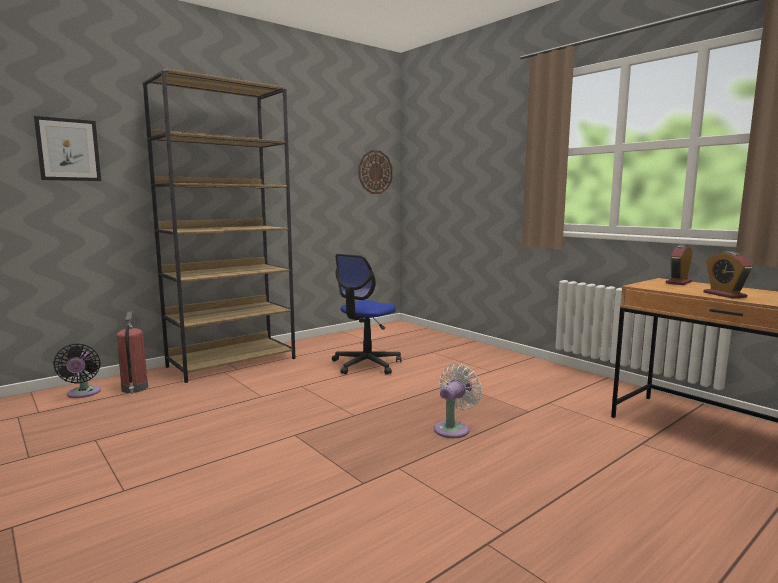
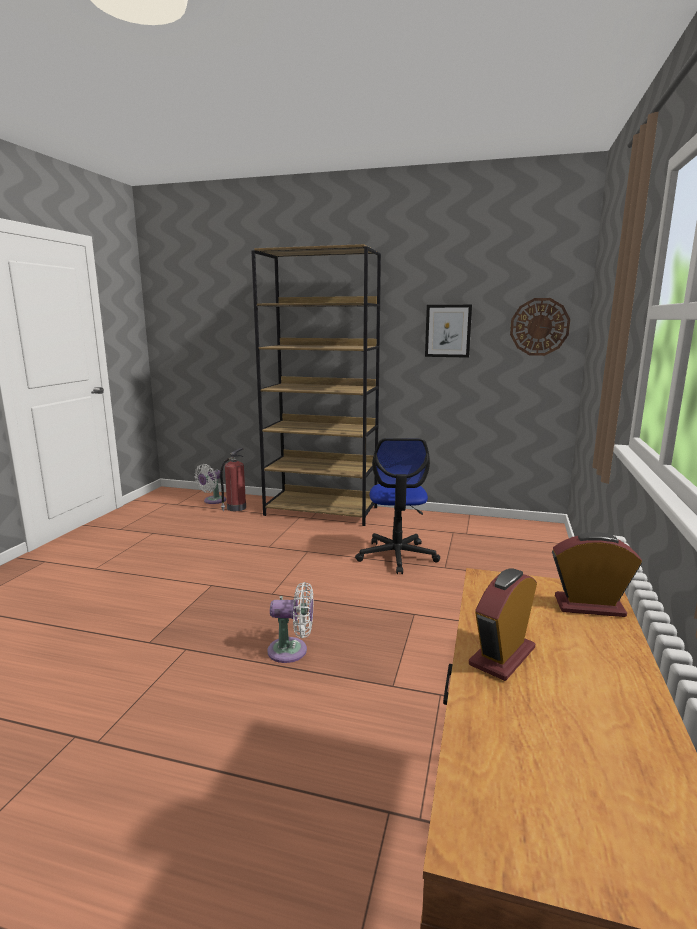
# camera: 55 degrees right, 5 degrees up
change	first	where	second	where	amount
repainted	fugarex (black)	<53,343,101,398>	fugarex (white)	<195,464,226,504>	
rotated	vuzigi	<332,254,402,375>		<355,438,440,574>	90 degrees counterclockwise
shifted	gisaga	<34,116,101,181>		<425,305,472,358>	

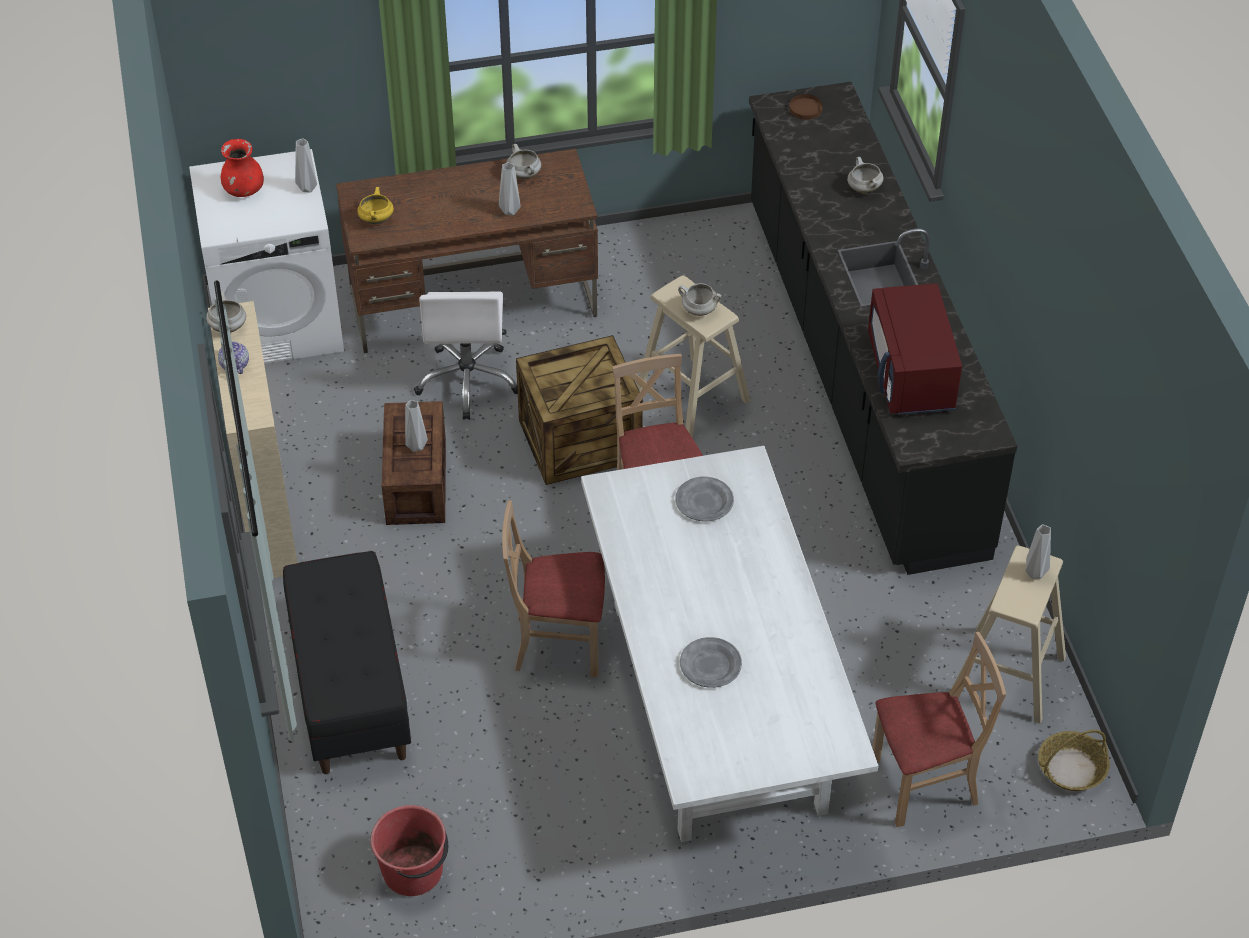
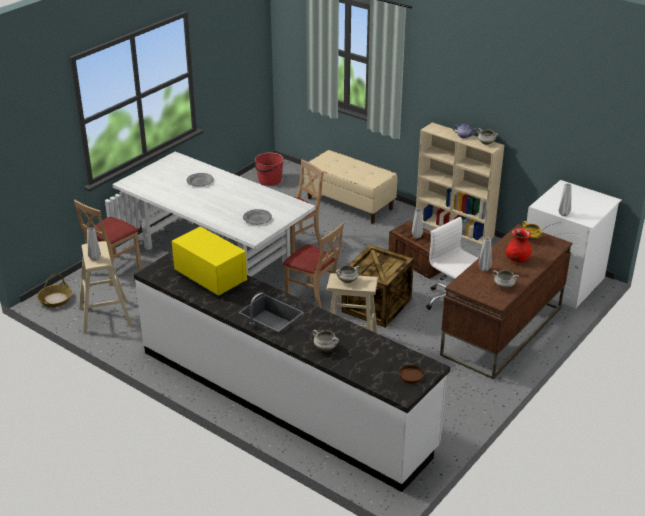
# camera: 140 degrees right, 15 degrees down
change	first	where	second	where	amount
repainted	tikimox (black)	<749,82,1017,575>	tikimox (white)	<134,251,450,492>	
repainted	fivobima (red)	<868,283,962,415>	fivobima (yellow)	<172,226,247,297>	
repainted	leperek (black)	<283,551,411,774>	leperek (beige)	<304,150,398,224>	
shifted	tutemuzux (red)	<221,139,264,197>		<506,228,531,262>	

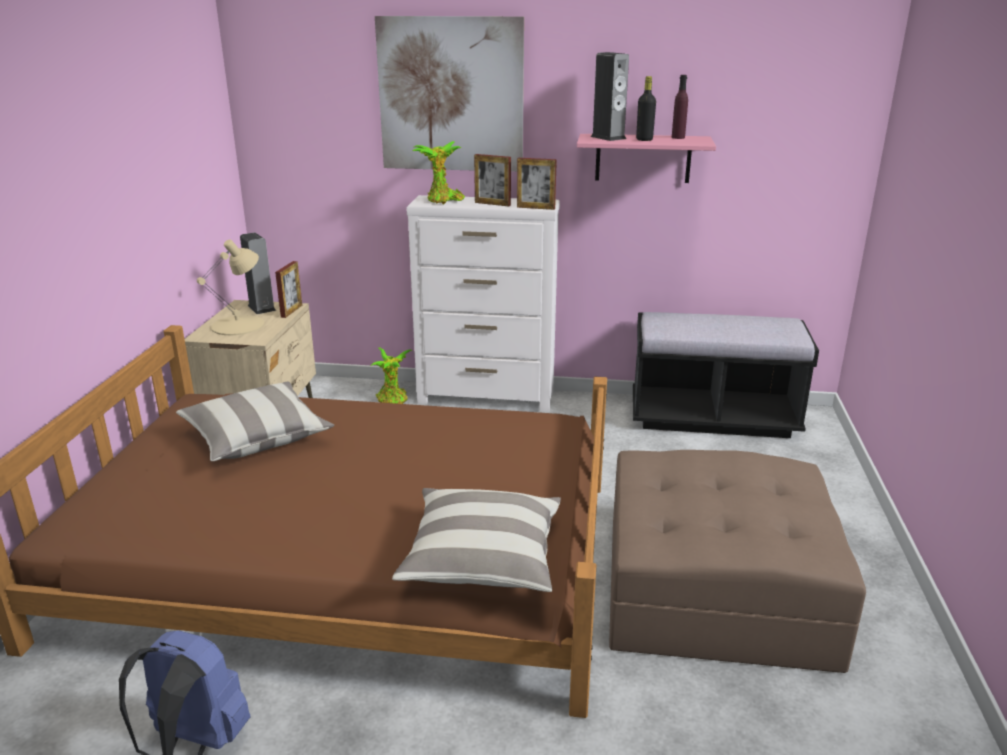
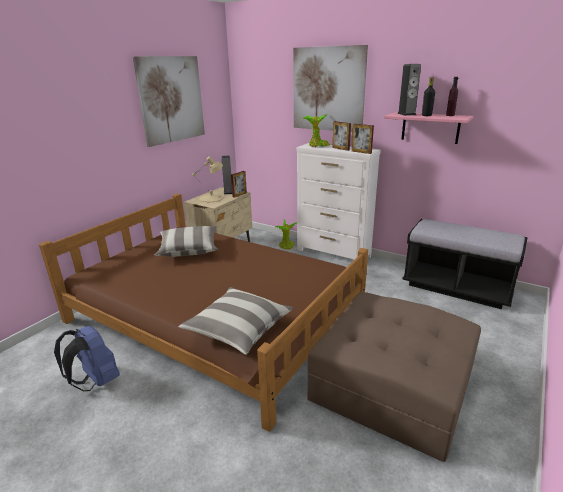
# camera: 25 degrees right, 0 degrees up
change	first	where	second	where	amount
new			gisaga	<133,56,205,147>	

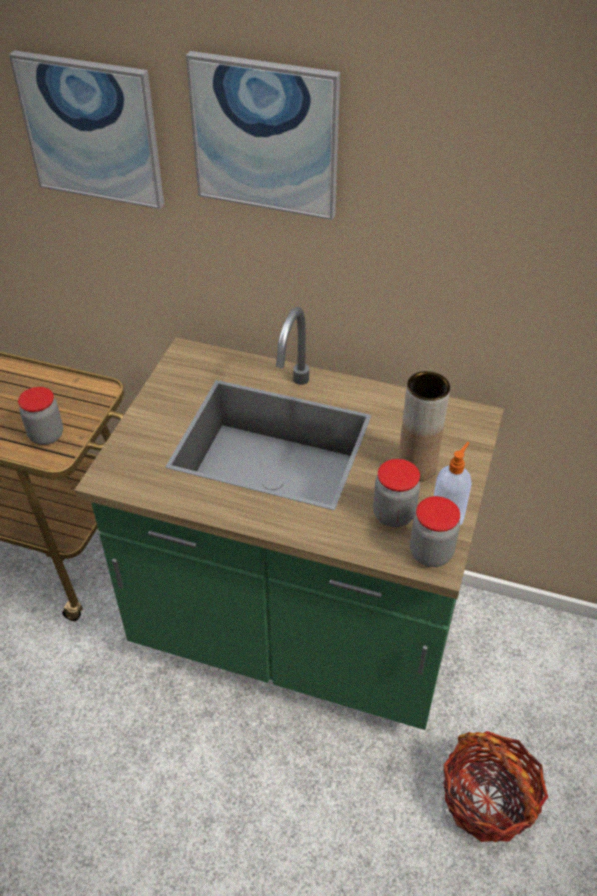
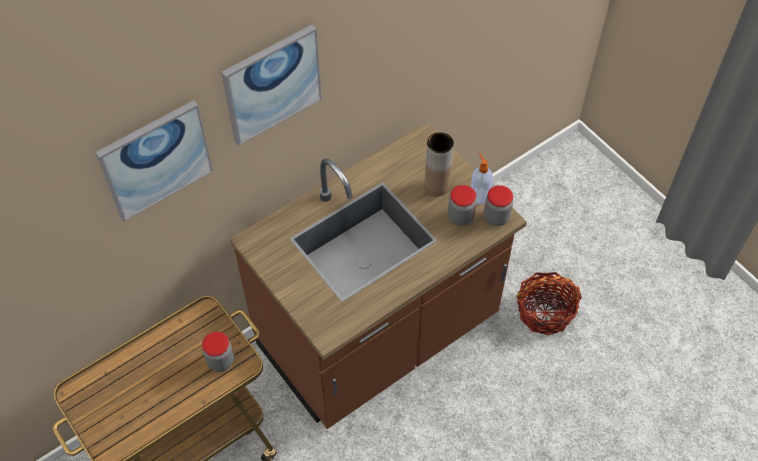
# camera: 55 degrees left, 10 degrees up
change	first	where	second	where	amount
repainted	tikimox (green)	<75,307,504,730>	tikimox (brown)	<230,122,527,429>	

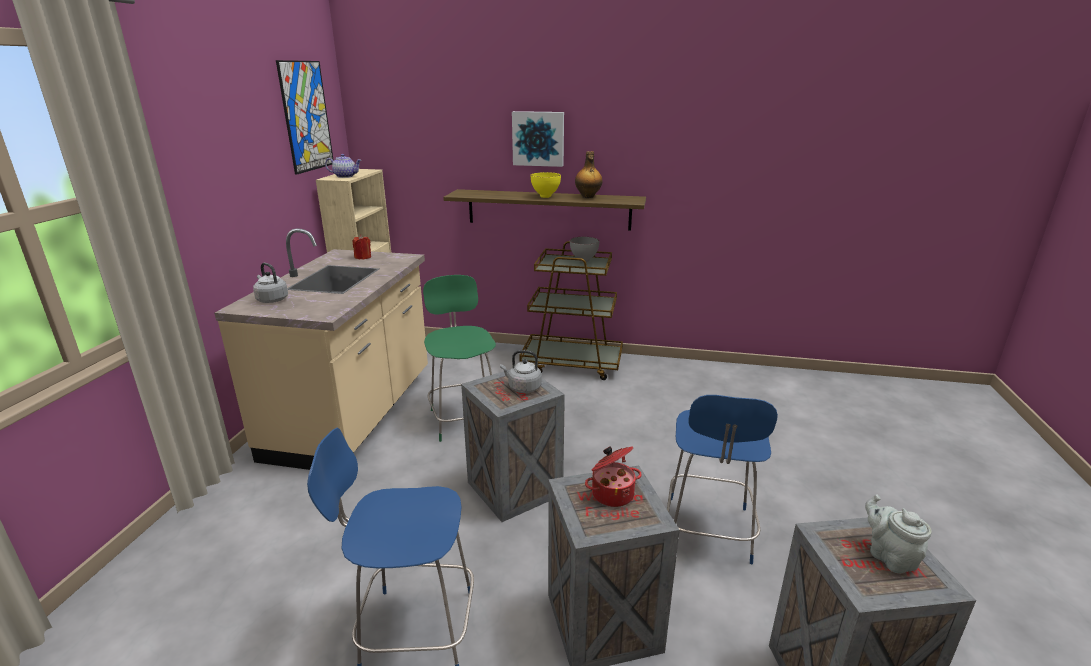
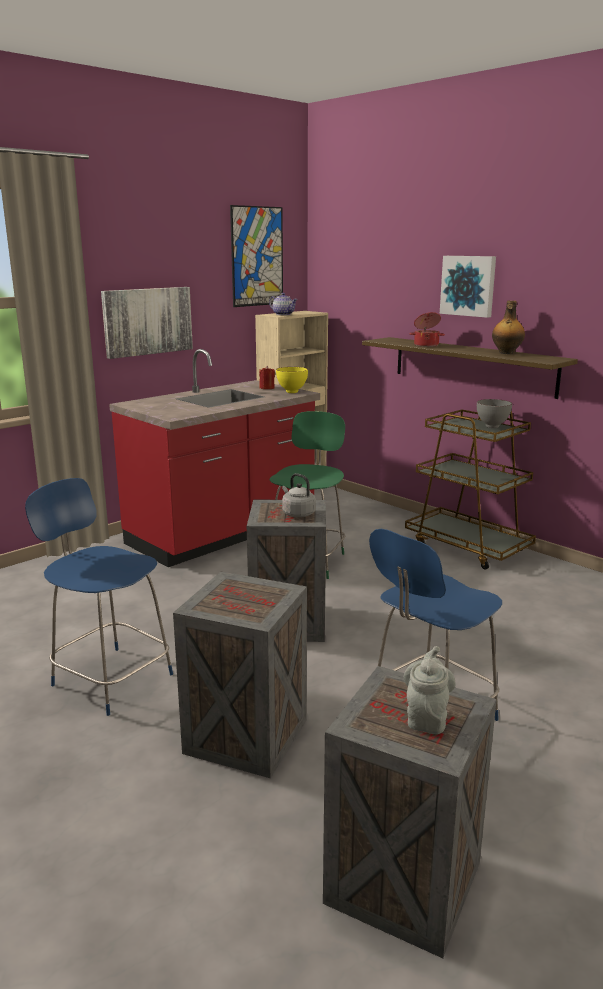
# camera: 35 degrees right, 5 degrees down
change	first	where	second	where	amount
new			gisaga	<101,287,193,359>	
repainted	tikimox (beige)	<214,228,428,470>	tikimox (red)	<109,349,320,567>	
shifted	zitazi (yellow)	<531,172,561,198>		<276,367,308,393>	
shifted	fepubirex	<585,446,642,507>		<409,312,445,347>	
gone	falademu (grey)	<253,263,288,303>			

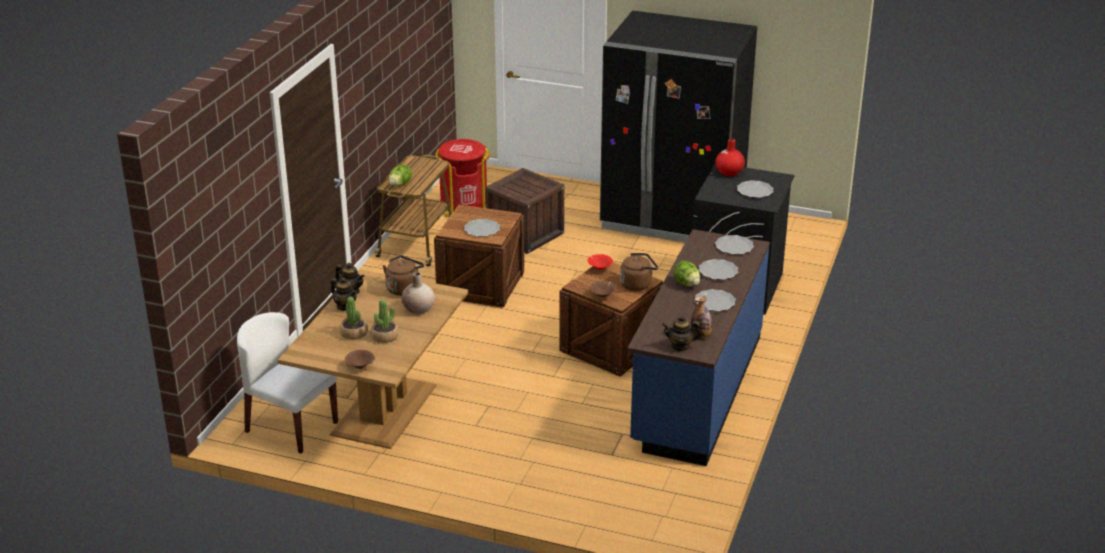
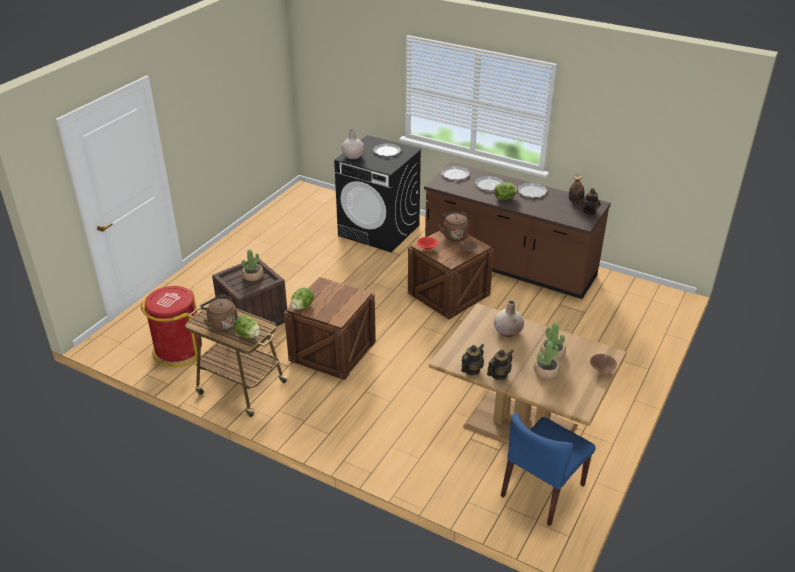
# camera: 80 degrees left, 5 degrees up
change	first	where	second	where	amount
shifted	falademu (brown)	<383,256,424,296>		<200,294,238,332>	
new			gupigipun	<242,250,263,281>	
new			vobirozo	<291,287,314,310>	
repainted	tutemuzux (red)	<715,138,745,176>	tutemuzux (beige)	<342,129,364,159>	
repainted	tikimox (blue)	<627,229,770,466>	tikimox (brown)	<424,162,611,299>	
repainted	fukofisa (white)	<237,312,338,454>	fukofisa (blue)	<501,413,595,526>	
gone	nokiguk	<464,219,500,237>			
gone	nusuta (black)	<600,11,757,242>			

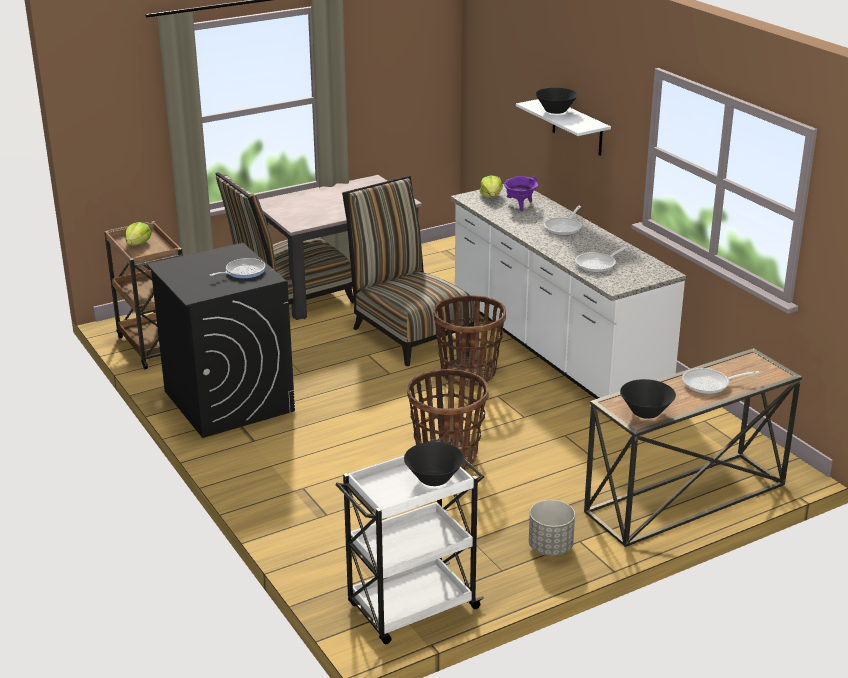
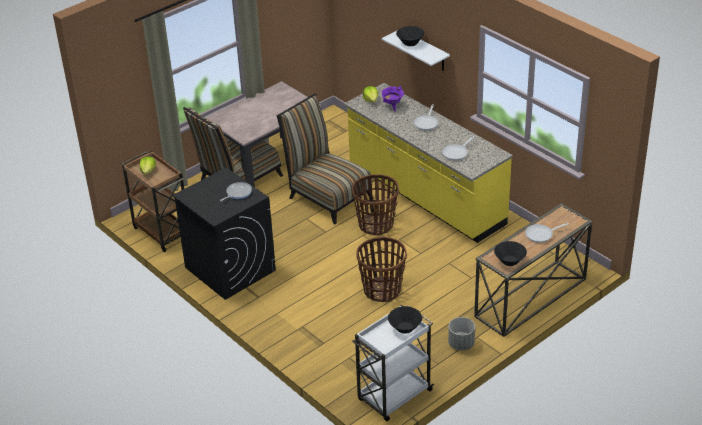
# camera: 10 degrees left, 10 degrees up
change	first	where	second	where	amount
repainted	tikimox (white)	<450,184,686,399>	tikimox (yellow)	<344,83,512,243>	

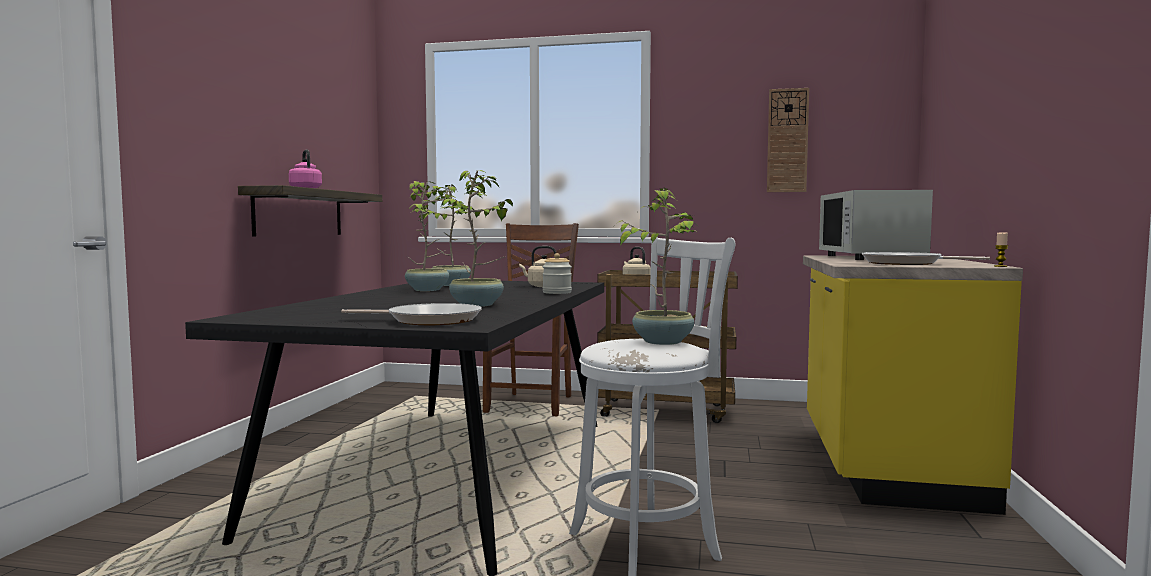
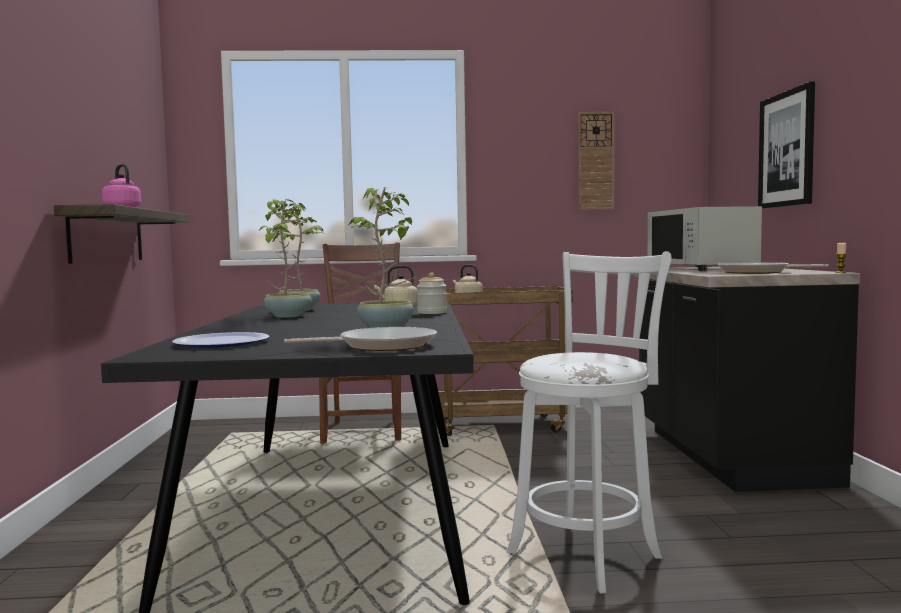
# camera: 15 degrees left, 0 degrees up
change	first	where	second	where	amount
new			nokiguk	<172,332,270,348>	
repainted	tikimox (yellow)	<803,255,1023,515>	tikimox (black)	<632,267,860,492>	
new			gisaga	<758,82,815,209>	
gone	gupigipun	<619,187,695,345>			

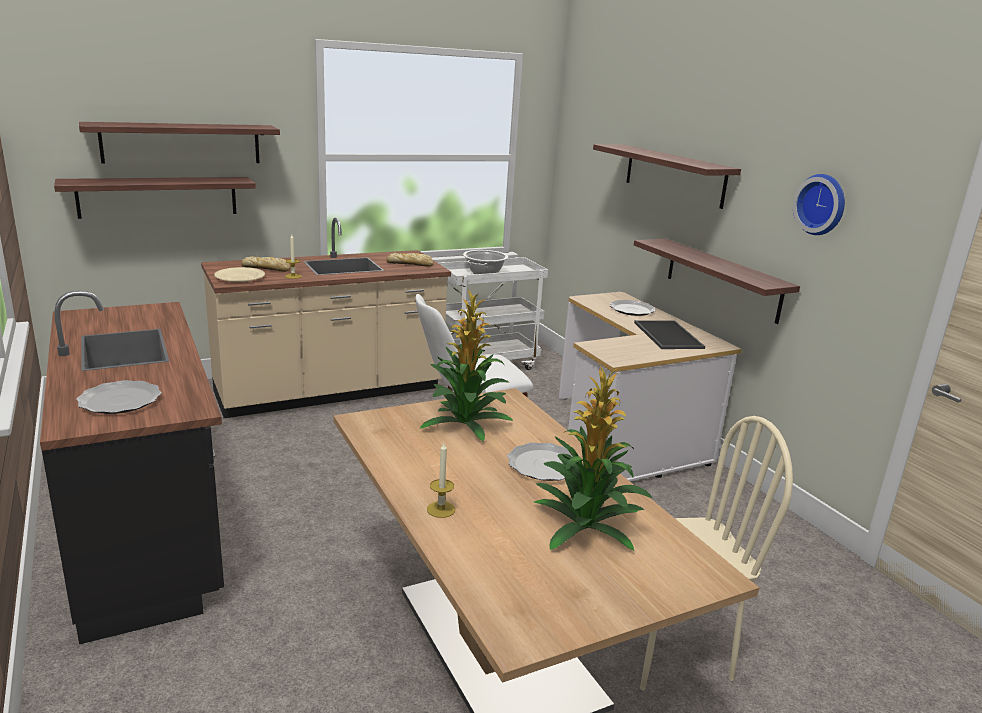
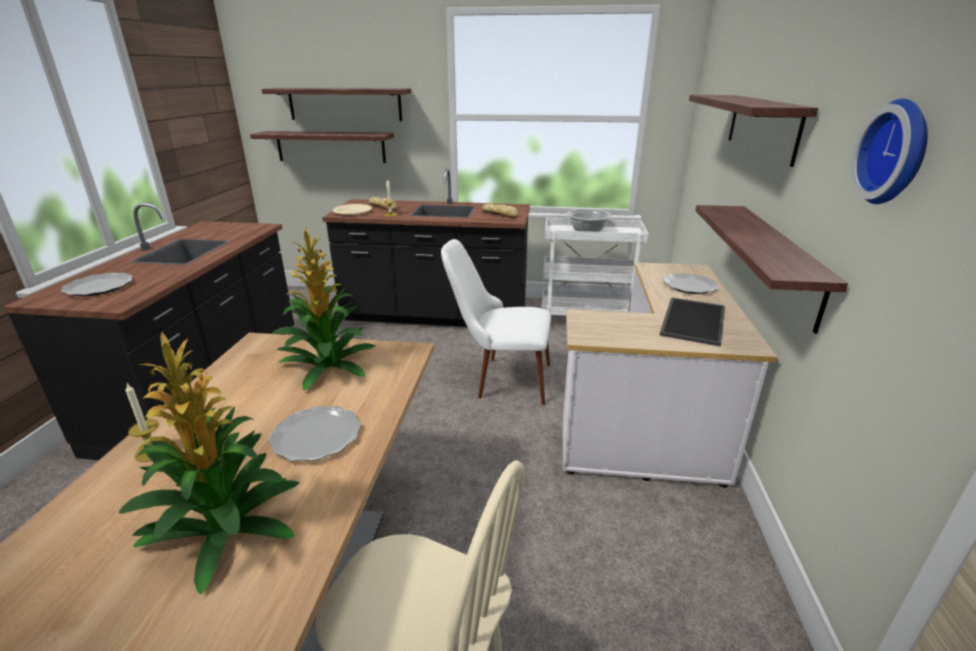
# camera: 35 degrees right, 5 degrees up
change	first	where	second	where	amount
repainted	tikimox (beige)	<201,218,451,418>	tikimox (black)	<322,169,530,327>	

